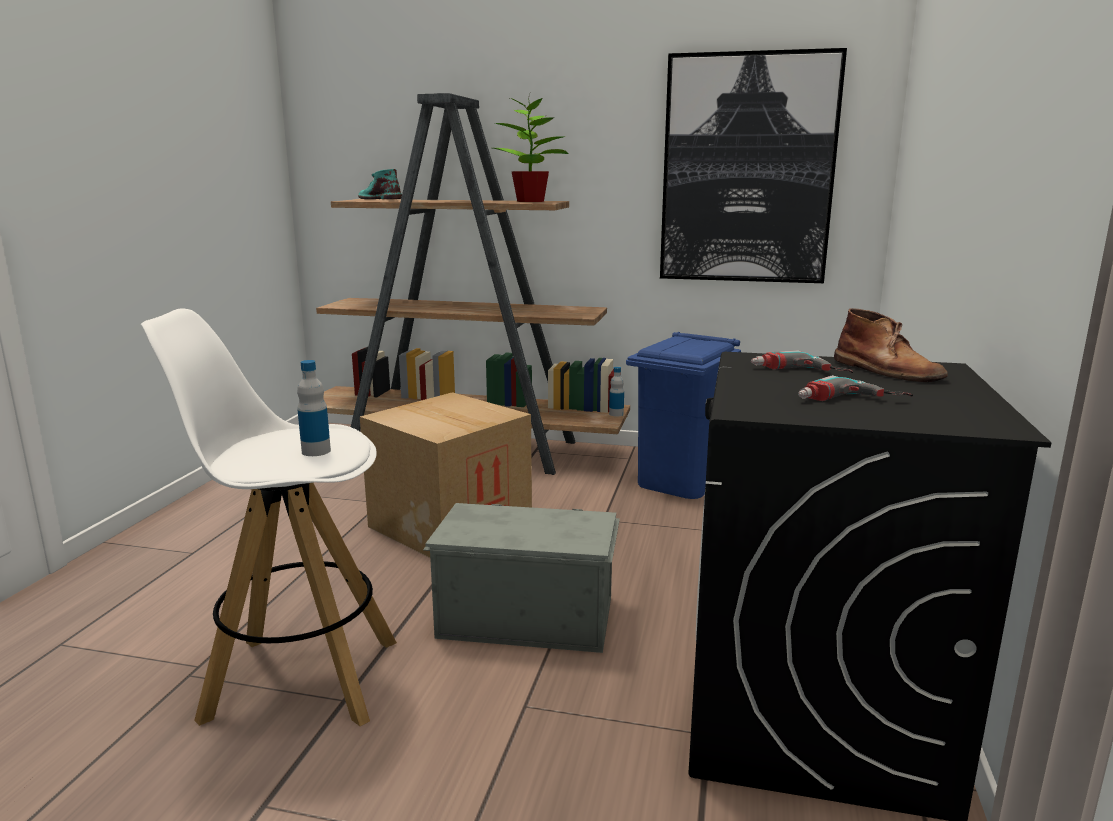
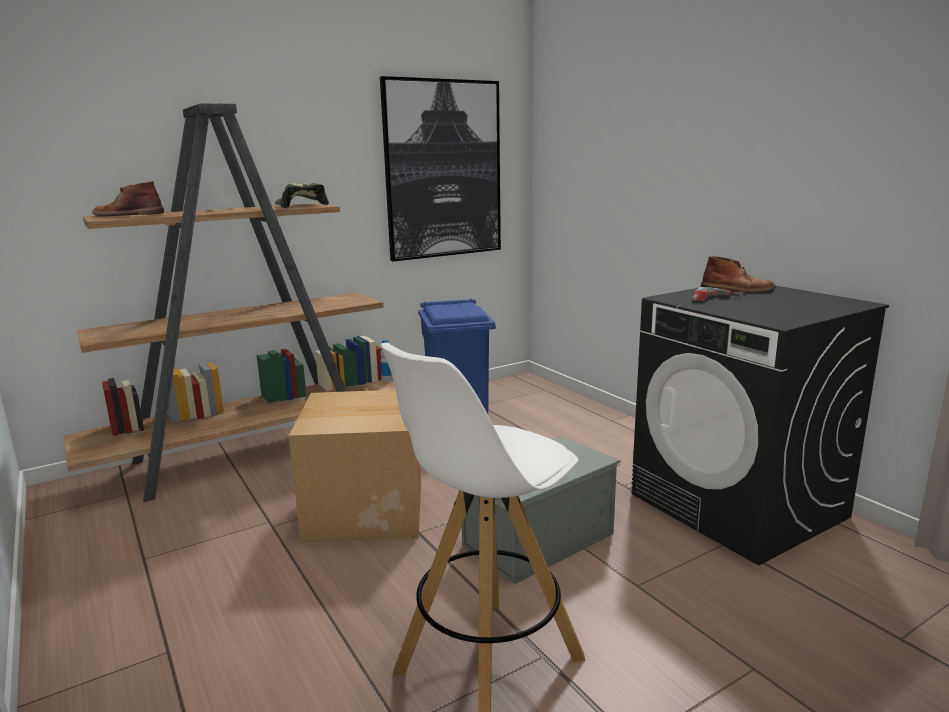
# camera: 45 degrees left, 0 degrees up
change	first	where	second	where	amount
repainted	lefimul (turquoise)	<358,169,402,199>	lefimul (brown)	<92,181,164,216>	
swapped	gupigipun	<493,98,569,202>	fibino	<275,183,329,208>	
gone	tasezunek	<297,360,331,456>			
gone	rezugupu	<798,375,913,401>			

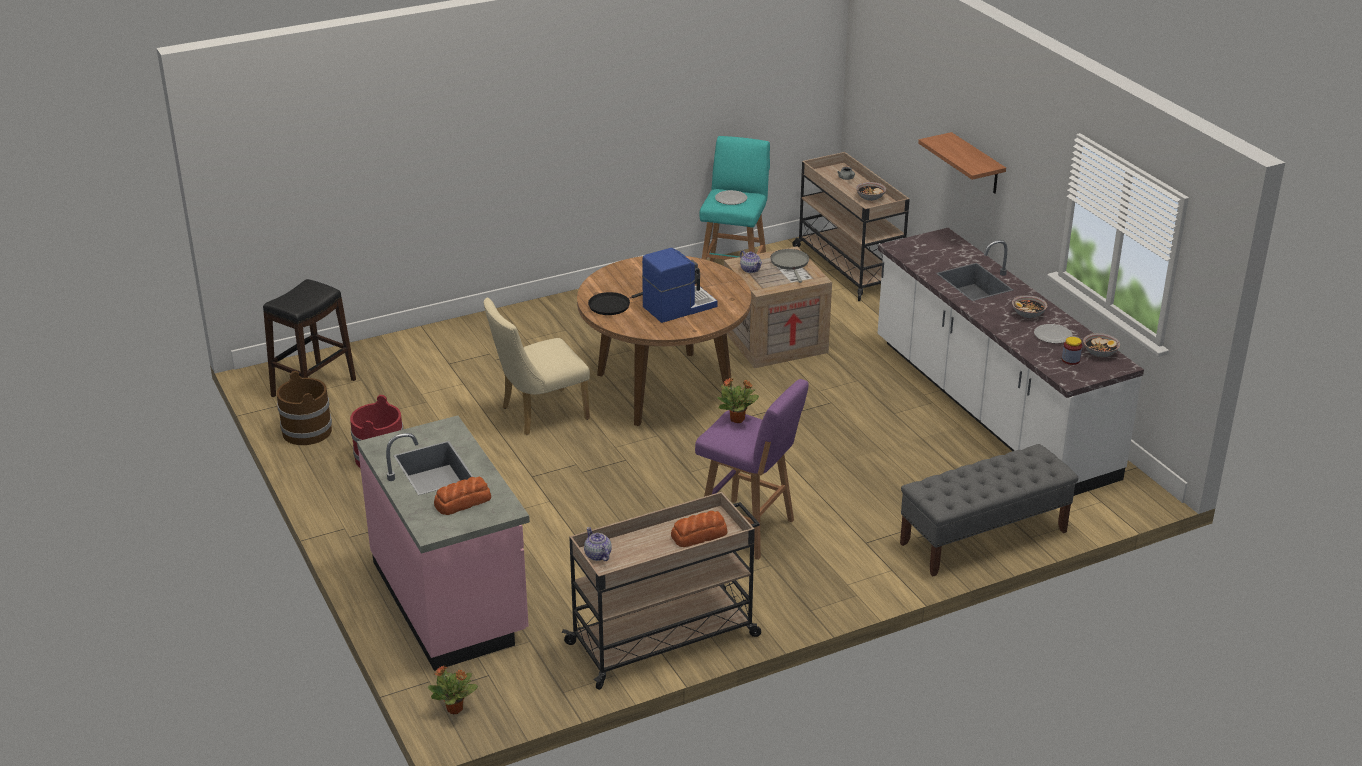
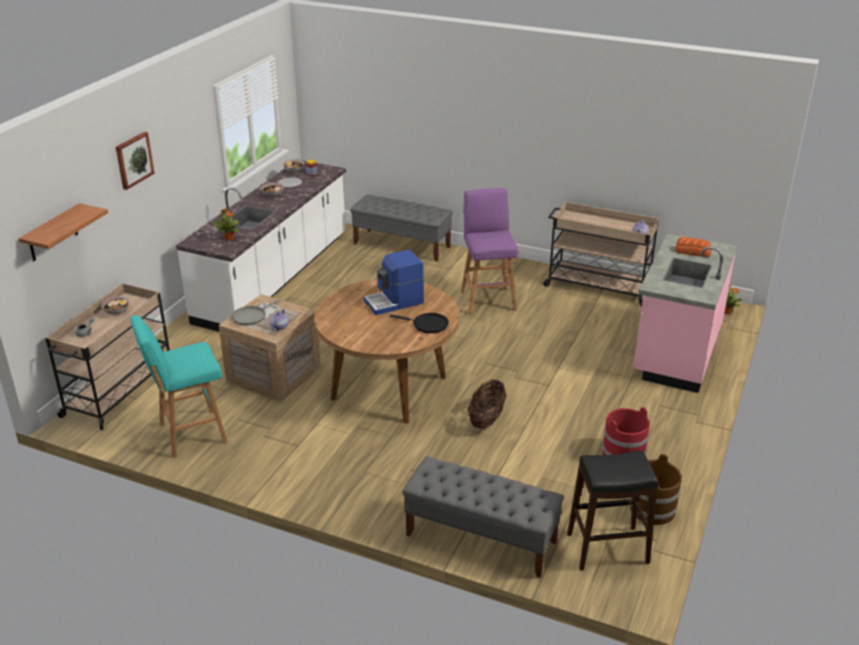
# camera: 130 degrees left, 0 degrees up
change	first	where	second	where	amount
shifted	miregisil	<918,132,1006,194>		<18,203,108,261>	
new			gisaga	<116,132,155,190>	
shifted	gupigipun	<717,378,759,423>		<212,208,239,241>	
rotated	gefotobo	<642,248,718,323>		<364,250,424,315>	45 degrees counterclockwise
new			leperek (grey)	<402,456,564,578>	
swapped	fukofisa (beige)	<484,298,590,435>	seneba	<468,380,507,429>	
gone	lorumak	<671,511,728,547>			
gone	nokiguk	<715,190,747,205>			

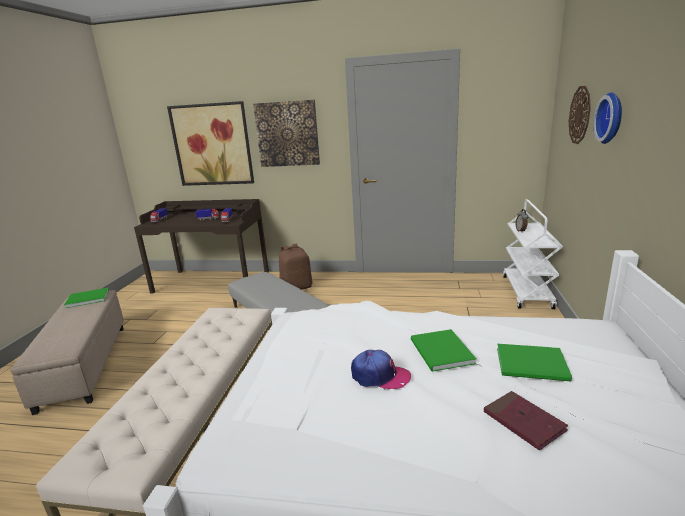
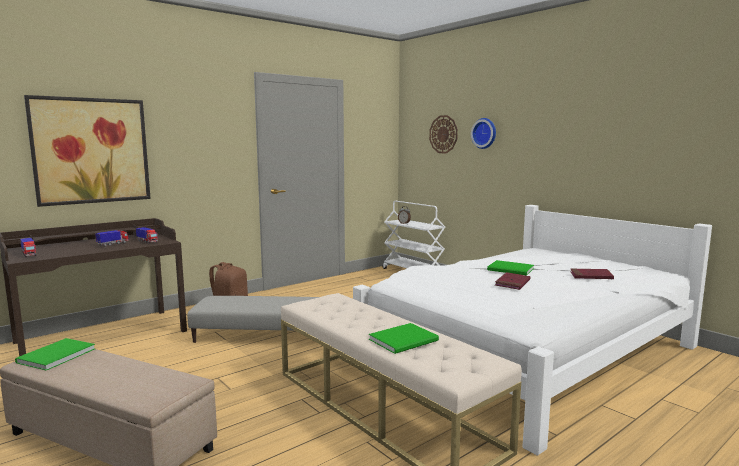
# camera: 50 degrees left, 10 degrees down
change	first	where	second	where	amount
shifted	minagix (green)	<497,344,572,381>		<369,323,439,354>	
swapped	fibino	<351,350,411,390>	minagix (red)	<495,272,530,290>	
gone	gisaga	<253,100,320,167>			

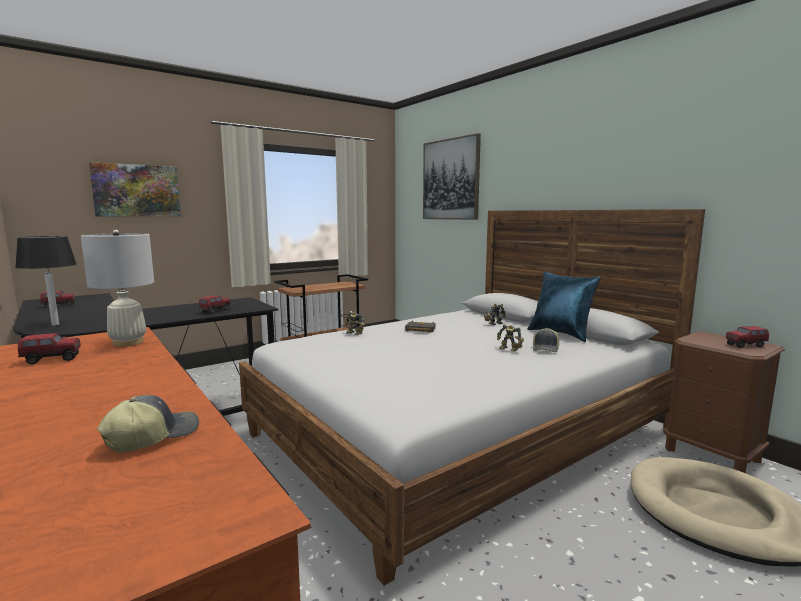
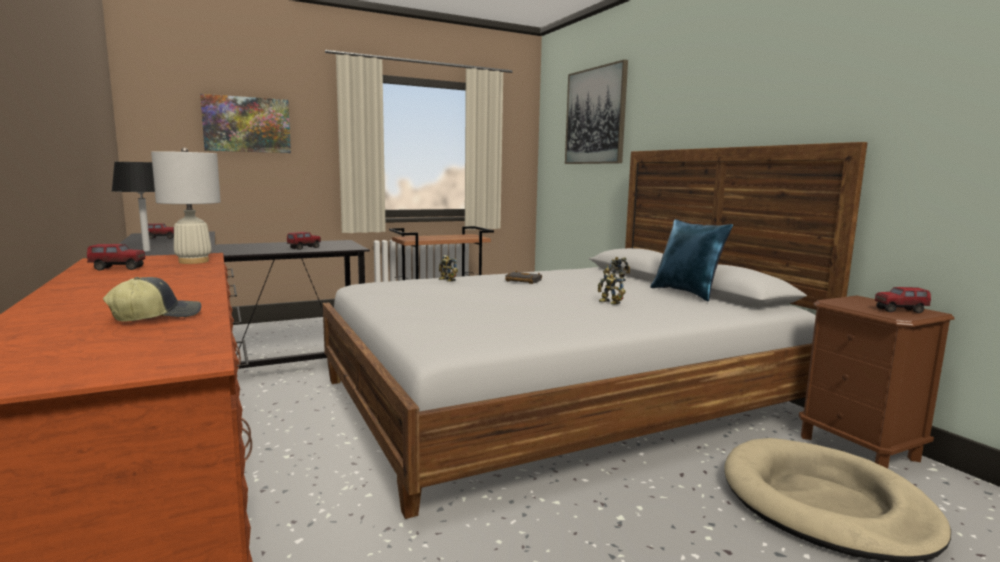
# camera: 10 degrees right, 0 degrees up
change	first	where	second	where	amount
gone	fibino	<533,328,559,352>			

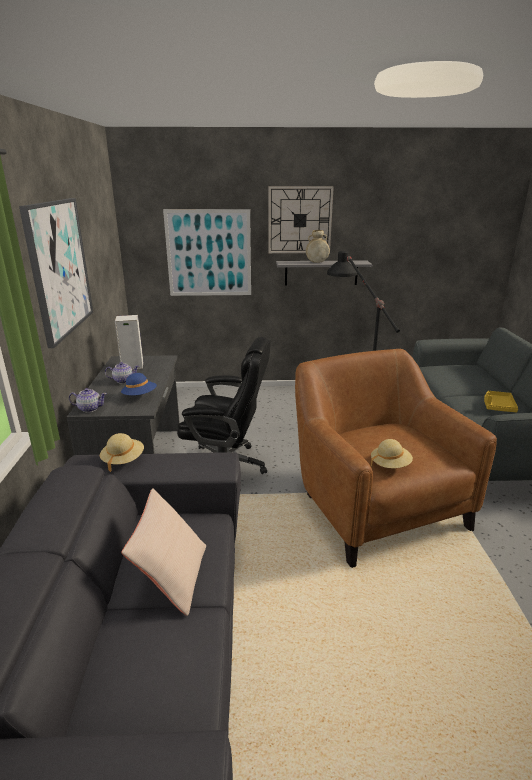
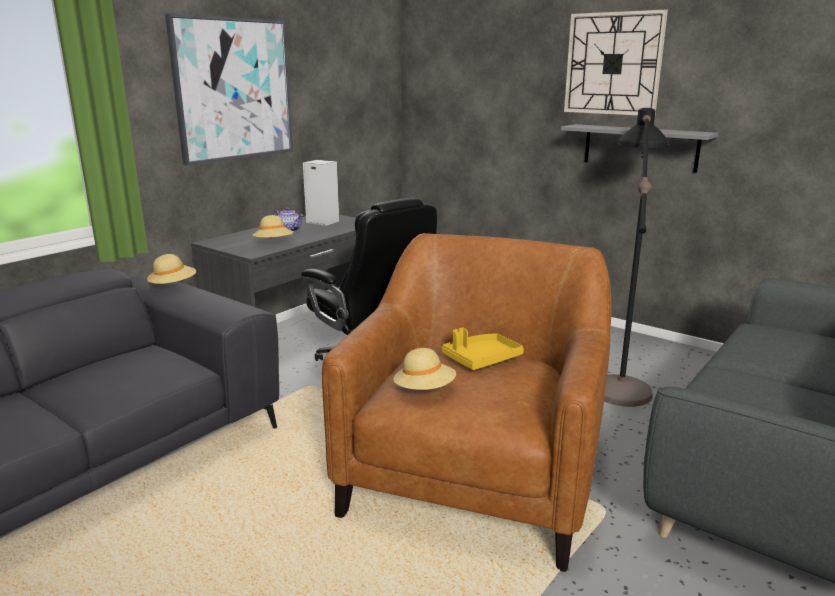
# camera: 40 degrees right, 5 degrees down
change	first	where	second	where	amount
repainted	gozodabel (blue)	<121,373,157,395>	gozodabel (beige)	<253,215,294,239>	
shifted	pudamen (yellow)	<484,391,518,412>		<442,328,524,370>	
gone	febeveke	<69,388,107,412>			
gone	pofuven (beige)	<121,488,206,616>			
gone	gisaga	<163,209,251,296>			
gone	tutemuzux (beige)	<306,230,330,263>			

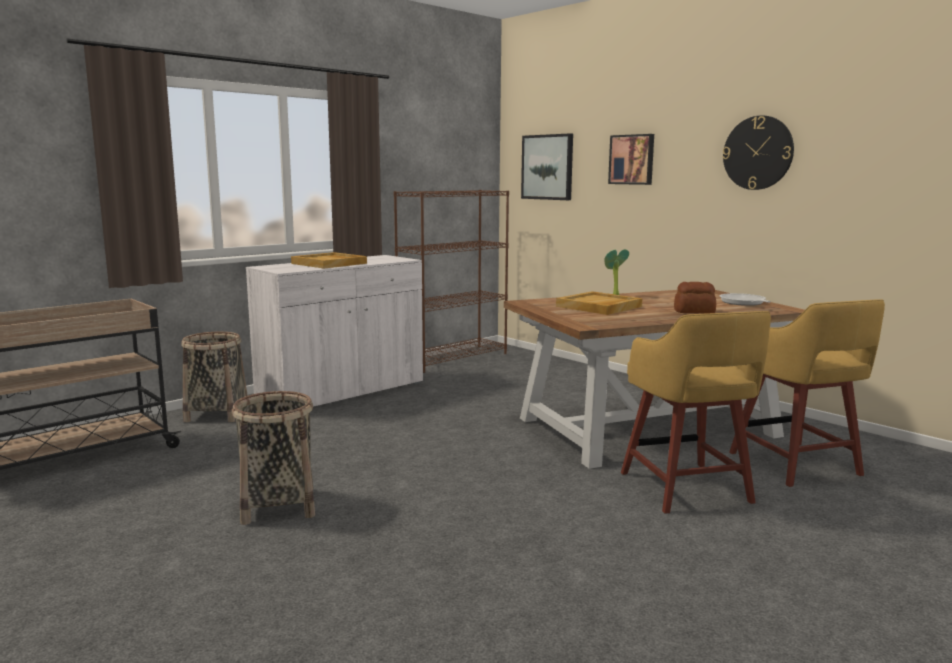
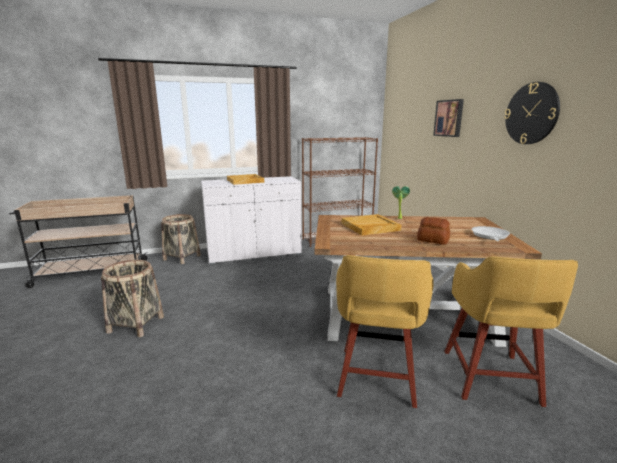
# camera: 25 degrees right, 5 degrees up
change	first	where	second	where	amount
gone	gisaga	<521,133,573,200>			

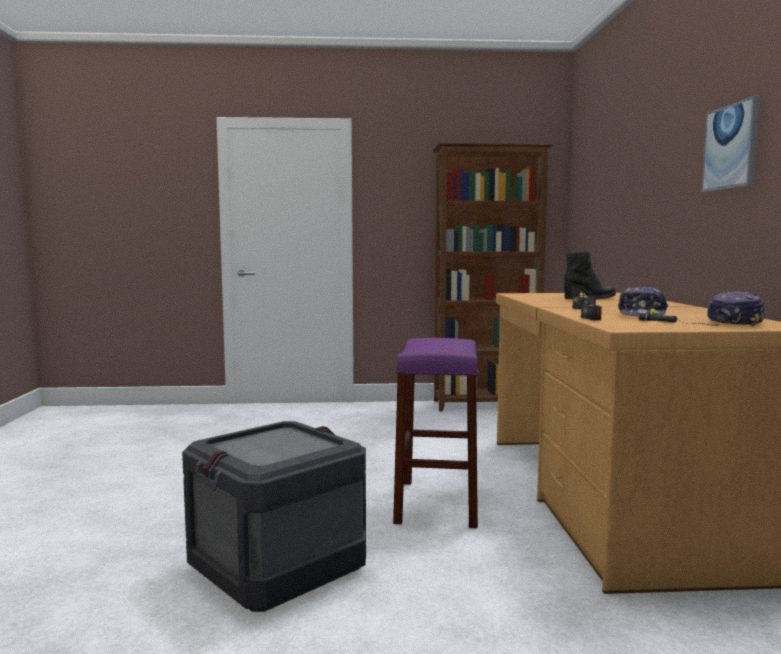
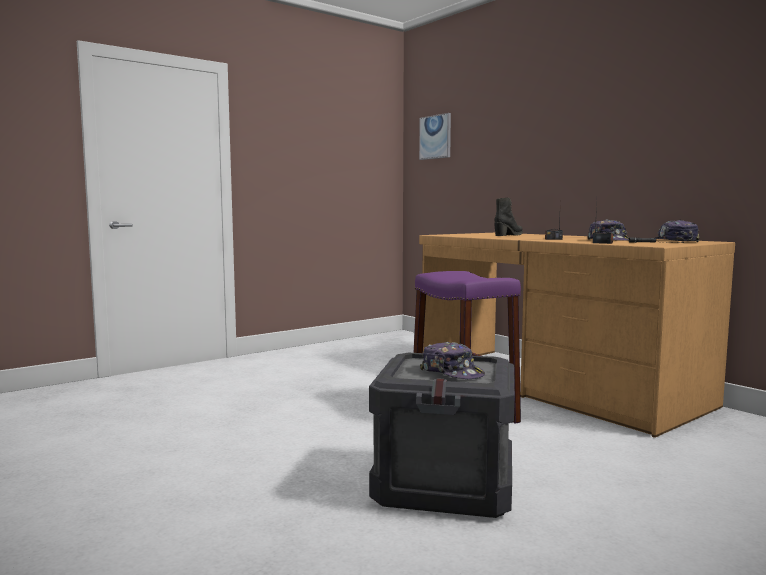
# camera: 35 degrees left, 0 degrees up
change	first	where	second	where	amount
shifted	gisaga	<702,96,760,192>		<419,113,451,160>	
new			fibino	<420,342,485,379>	
gone	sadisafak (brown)	<433,143,553,411>			

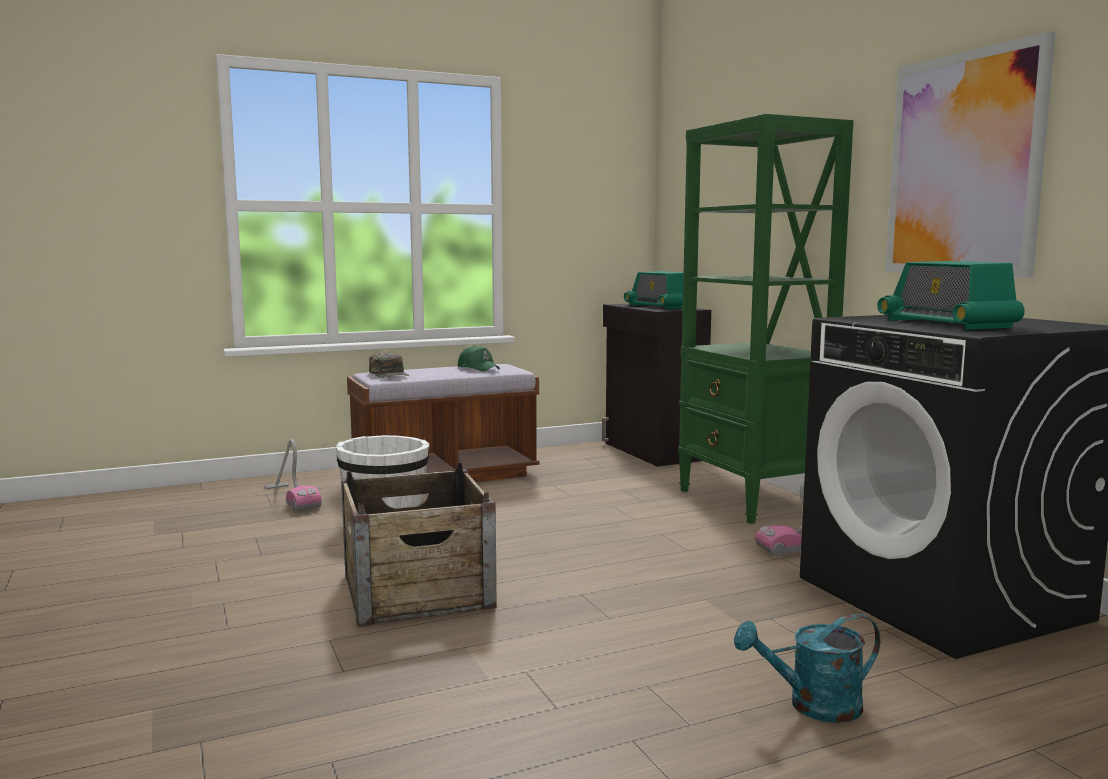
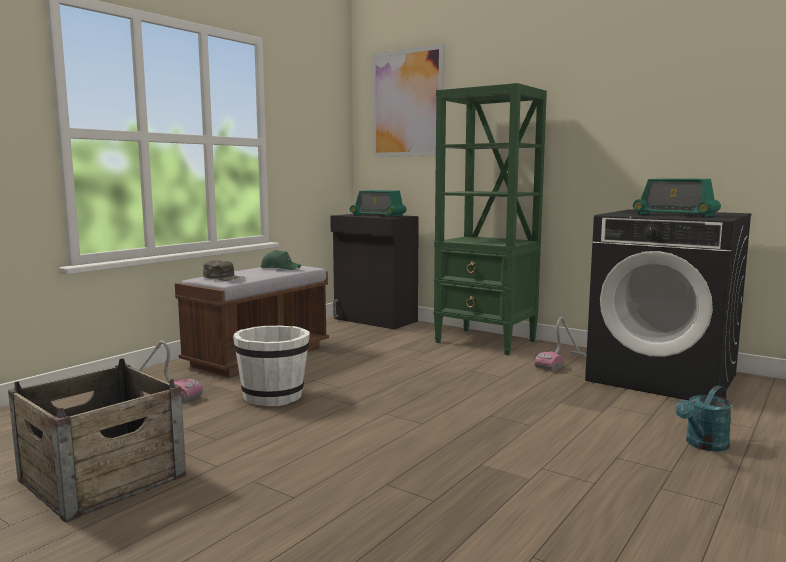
# camera: 30 degrees left, 0 degrees up
change	first	where	second	where	amount
shifted	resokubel	<341,462,497,627>		<8,358,186,523>	
shifted	gisaga	<885,31,1056,278>		<372,44,445,157>	

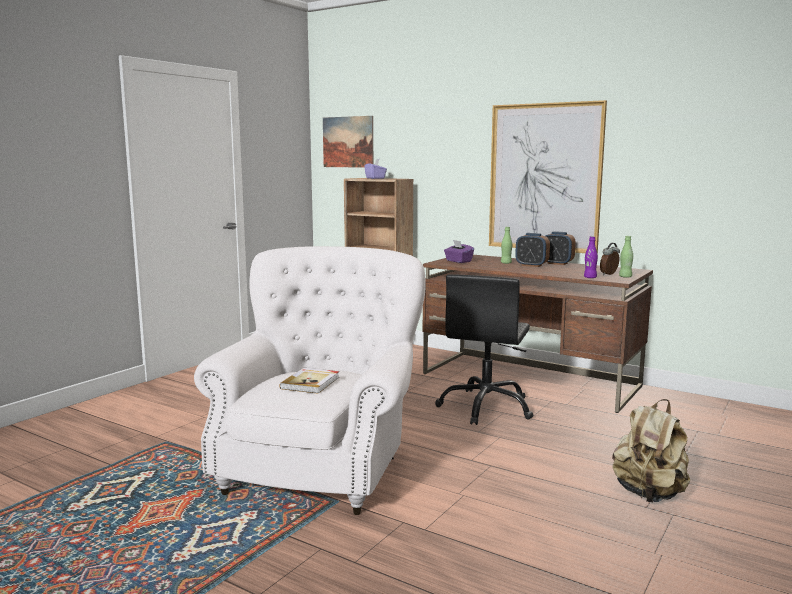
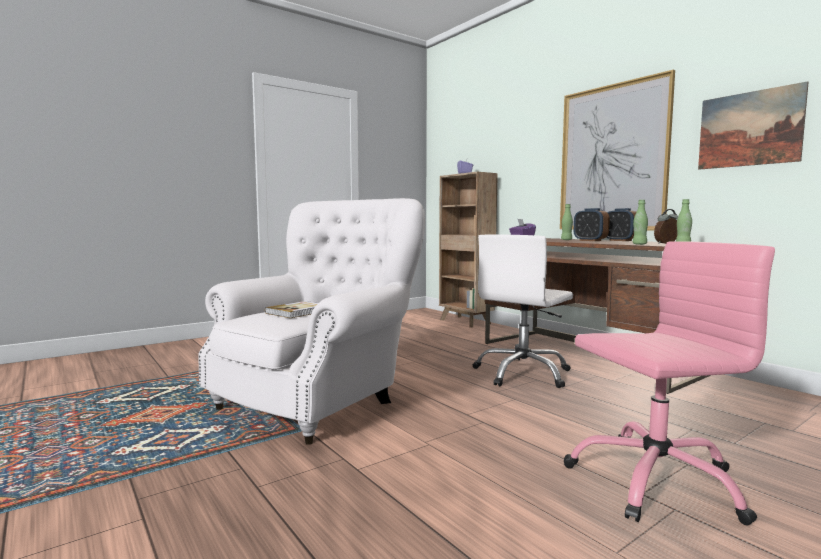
# camera: 20 degrees right, 5 degrees down
change	first	where	second	where	amount
repainted	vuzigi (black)	<435,274,533,425>	vuzigi (white)	<473,234,573,388>	
swapped	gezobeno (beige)	<612,399,690,503>	vuzigi (pink)	<564,241,775,526>	
repainted	tasezunek (purple)	<584,236,598,278>	tasezunek (green)	<632,200,648,245>	
shifted	gisaga	<323,116,373,168>		<698,81,809,170>	

